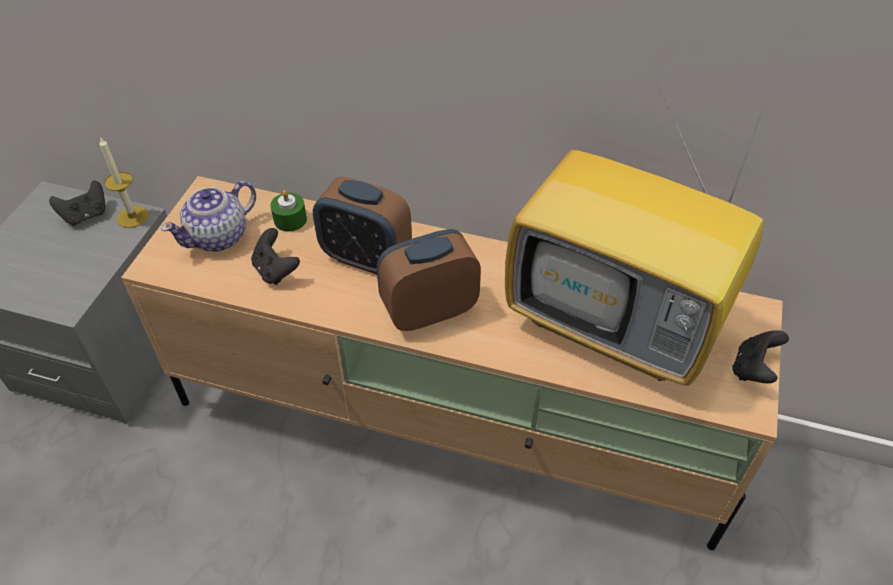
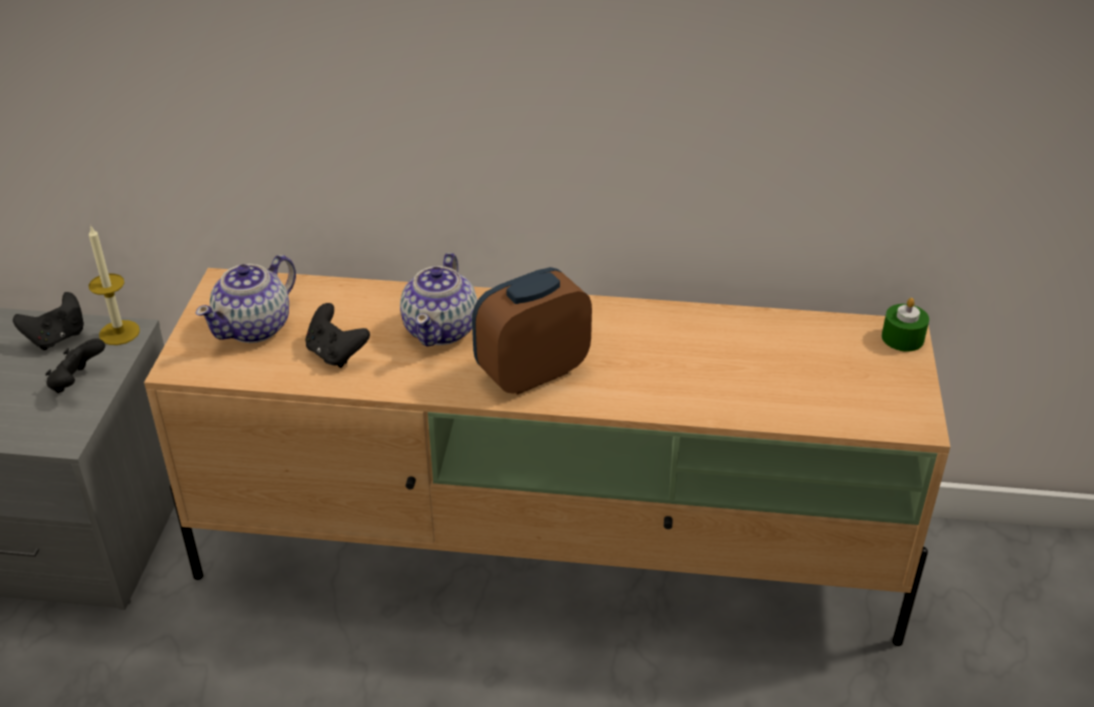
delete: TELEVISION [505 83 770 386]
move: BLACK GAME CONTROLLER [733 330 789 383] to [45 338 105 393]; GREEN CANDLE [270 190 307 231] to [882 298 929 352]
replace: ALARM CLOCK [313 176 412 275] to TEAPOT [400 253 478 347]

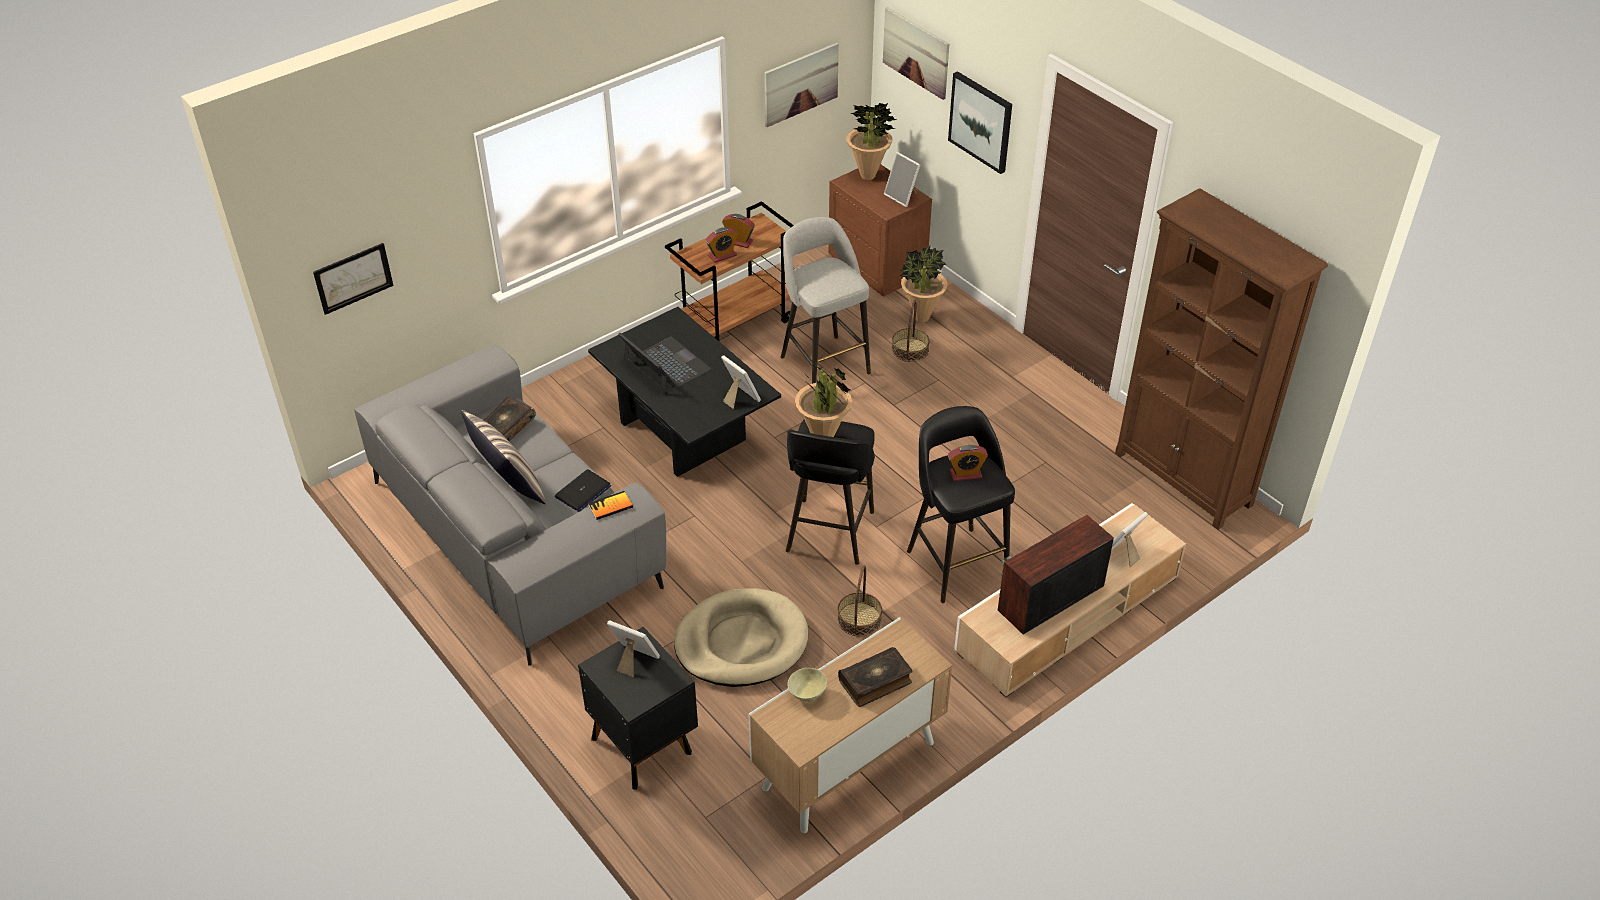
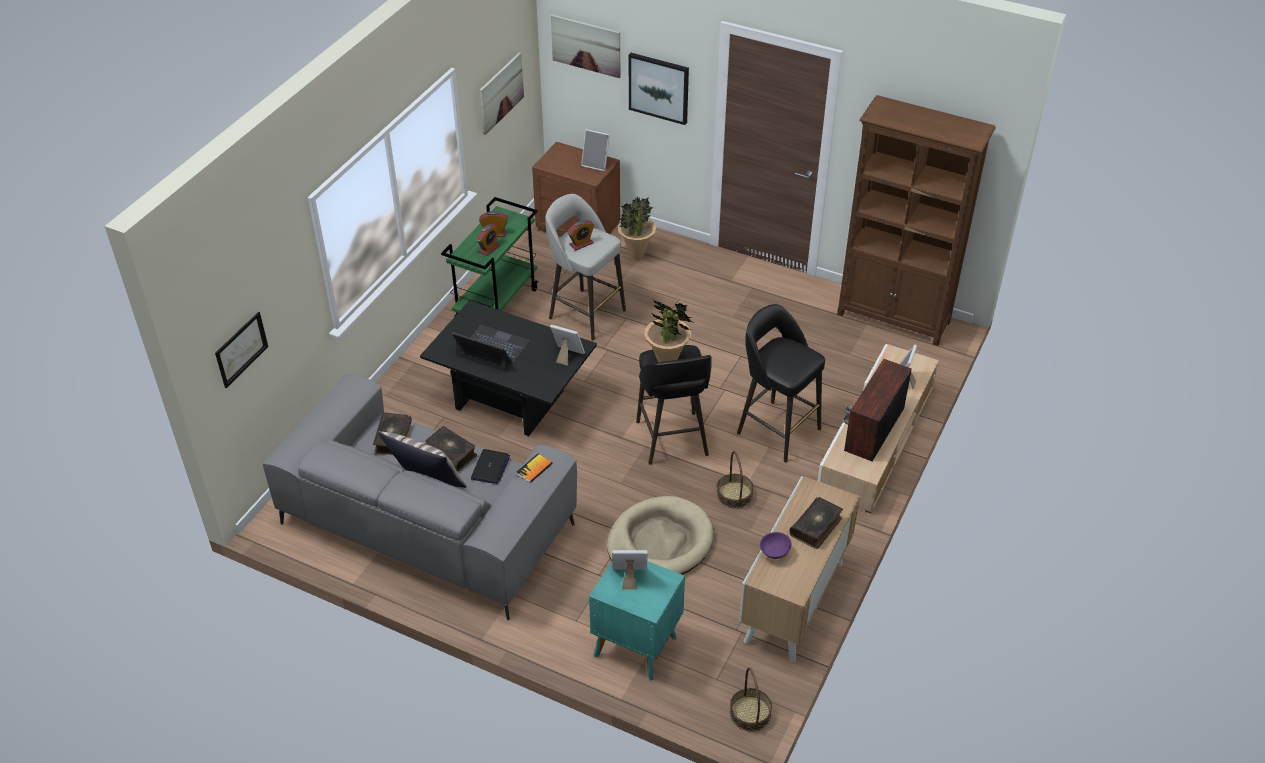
delete: POTTED PLANT [847 103 896 180]
insert: BOOK [425 426 477 471]
move: ALARM CLOCK [948 445 988 481] to [567 220 594 251]; BASKET [892 300 930 362] to [730 667 772 732]
recolor: BROWN CART [665 201 794 341] to GREEN CART [441 197 538 317]; BLACK NIGHTSTAND [578 627 698 790] to TURQUOISE NIGHTSTAND [589 561 685 681]; BEIGE BOWL [787 668 827 702] to PURPLE BOWL [760 532 792 559]

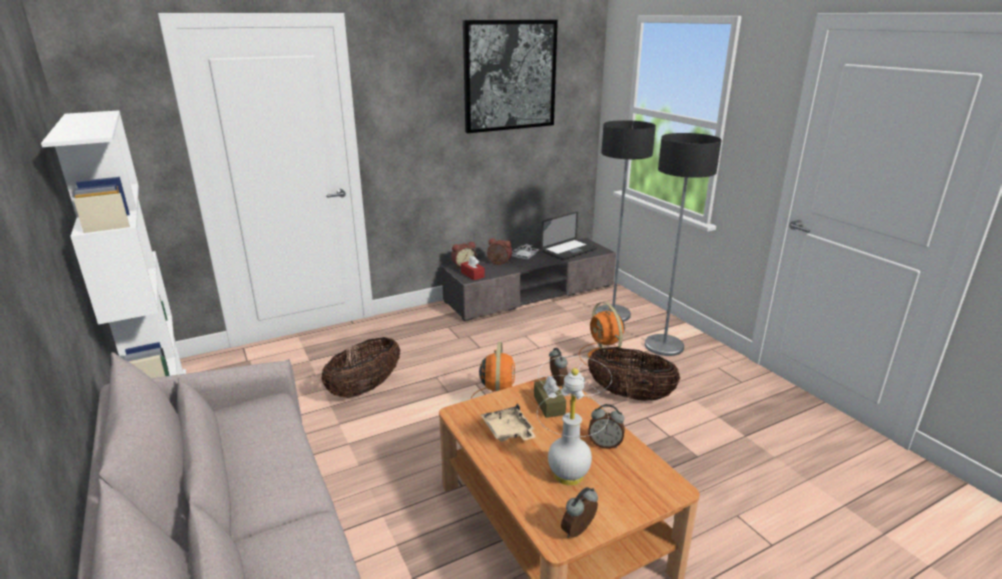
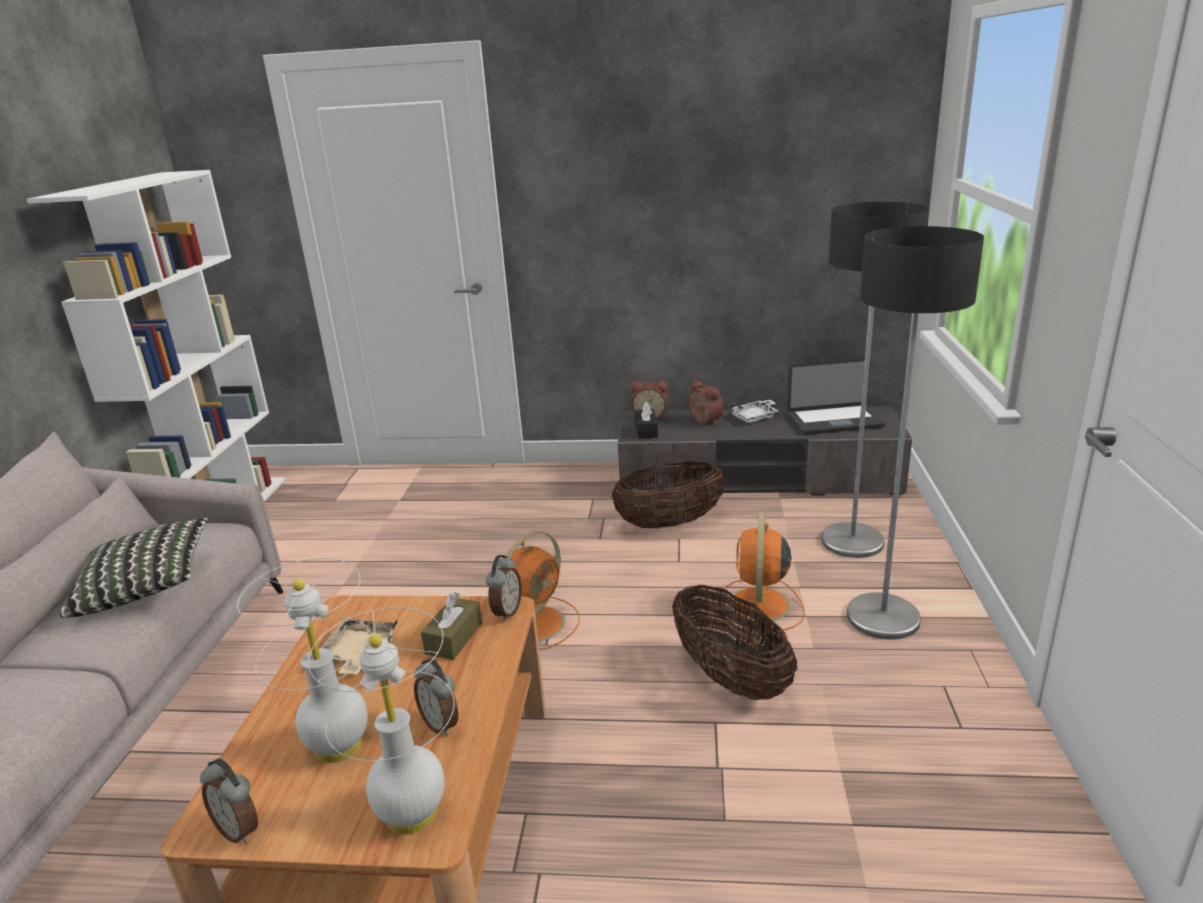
delete: PICTURE [463 20 558 133]
insert: PILLOW [59 518 208 618]; WHITE TABLE LAMP [308 607 454 835]
move: BASKET [322 337 400 398] to [611 462 725 529]
recolor: RED TISSUE BOX [461 256 485 280] to BLACK TISSUE BOX [635 402 658 439]
rotate: ALARM CLOCK [561 487 598 538] = [200 758 258 844] 135 degrees counterclockwise

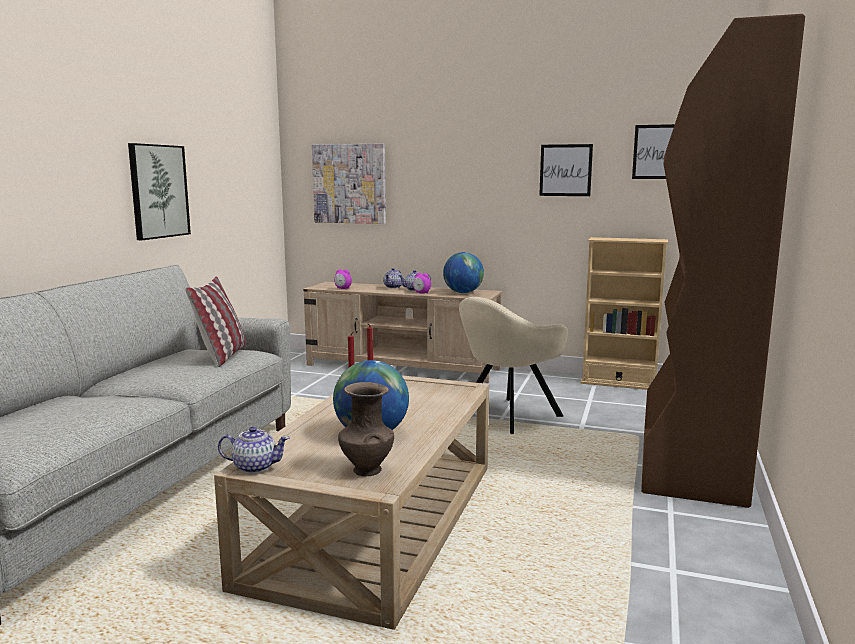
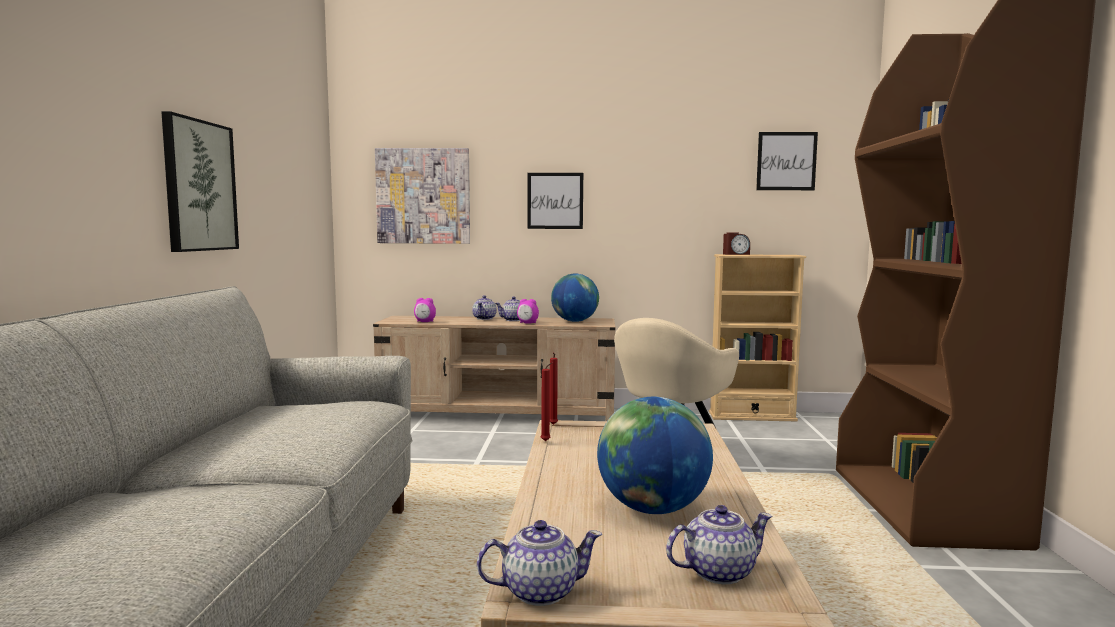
delete: PILLOW [185 276 247 367]
insert: ALARM CLOCK [723 232 750 255]
move: PICTURE [539 144 593 196] to [528 173 583 229]
replace: BROWN VASE [338 382 394 476] to TEAPOT [666 505 772 584]

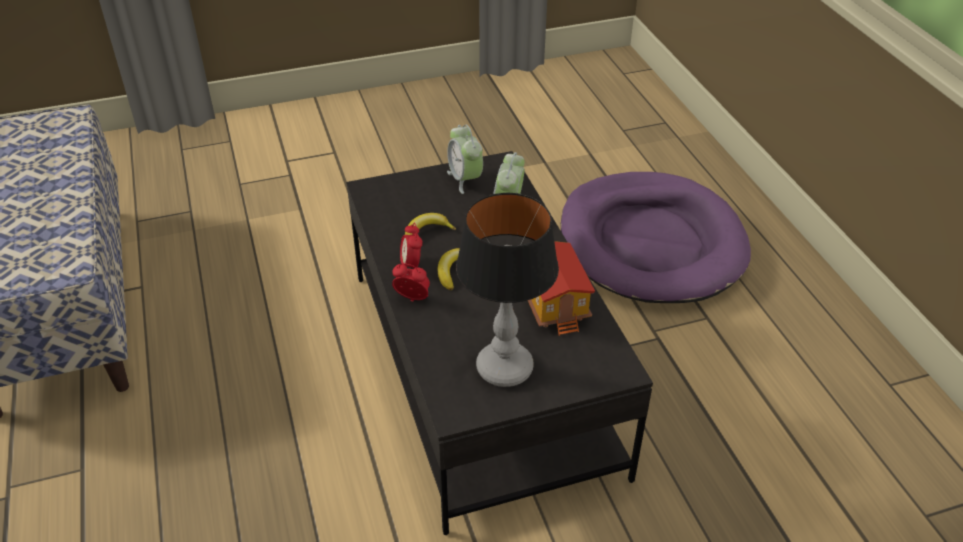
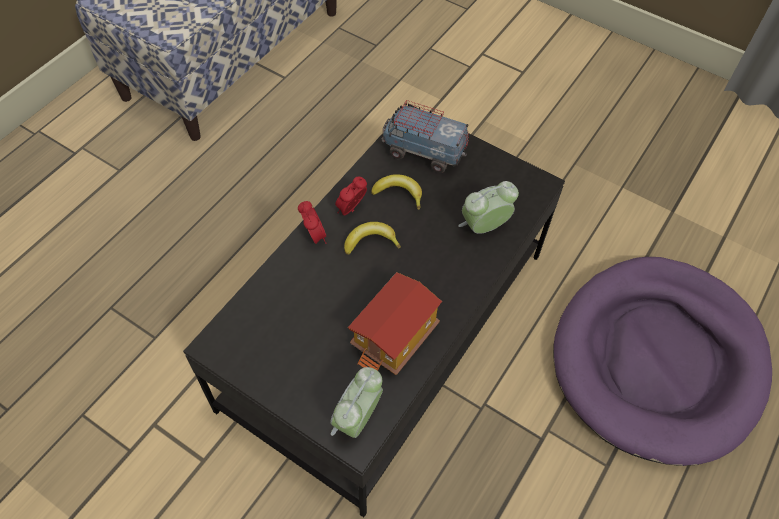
delete: TABLE LAMP [456 192 559 387]
insert: TOY TRUCK [382 100 469 173]
move: ALARM CLOCK [447 125 483 194] to [330 367 383 438]

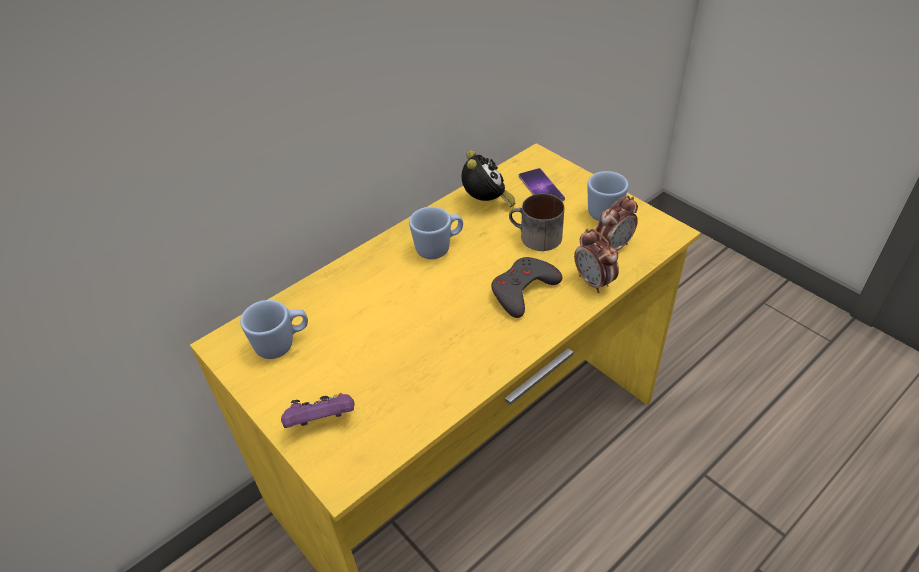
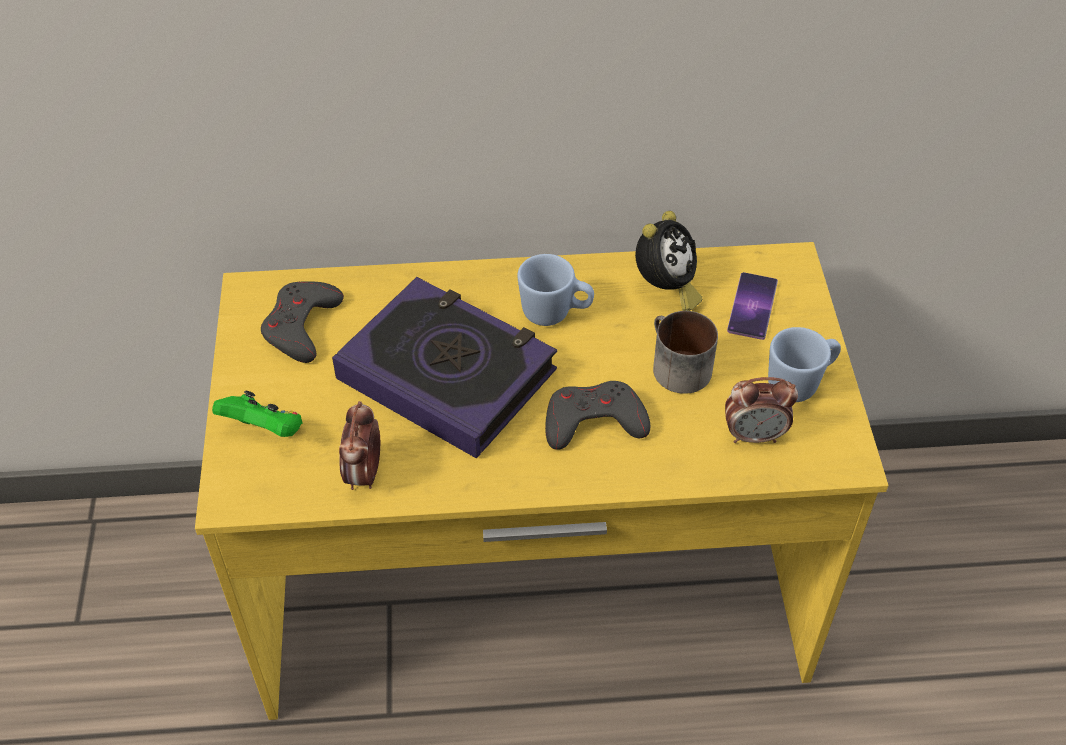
insert: BOOK [332 277 557 458]
move: ALARM CLOCK [574 229 619 293] to [339 401 380 490]
replace: BLUE MUG [240 300 308 359] to GREY GAME CONTROLLER [261 281 344 363]
recolor: PURPLE GAME CONTROLLER [281 393 355 428] to GREEN GAME CONTROLLER [212 391 303 437]

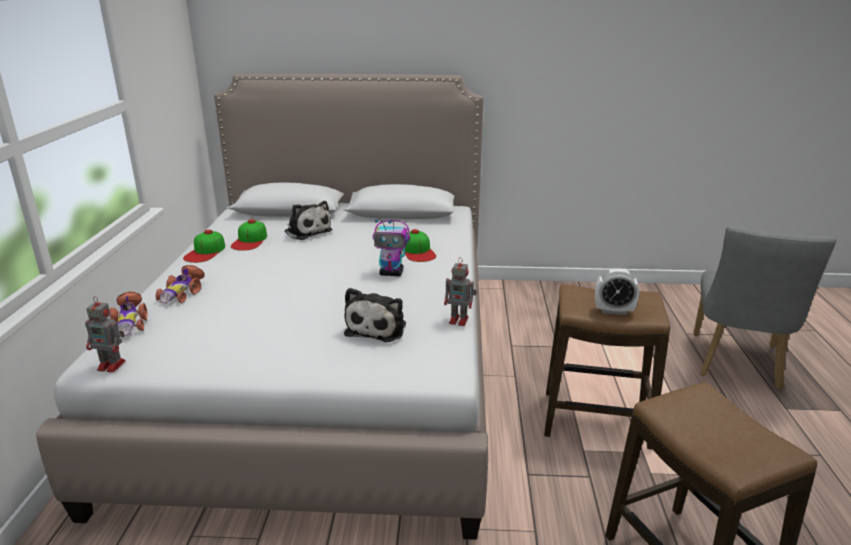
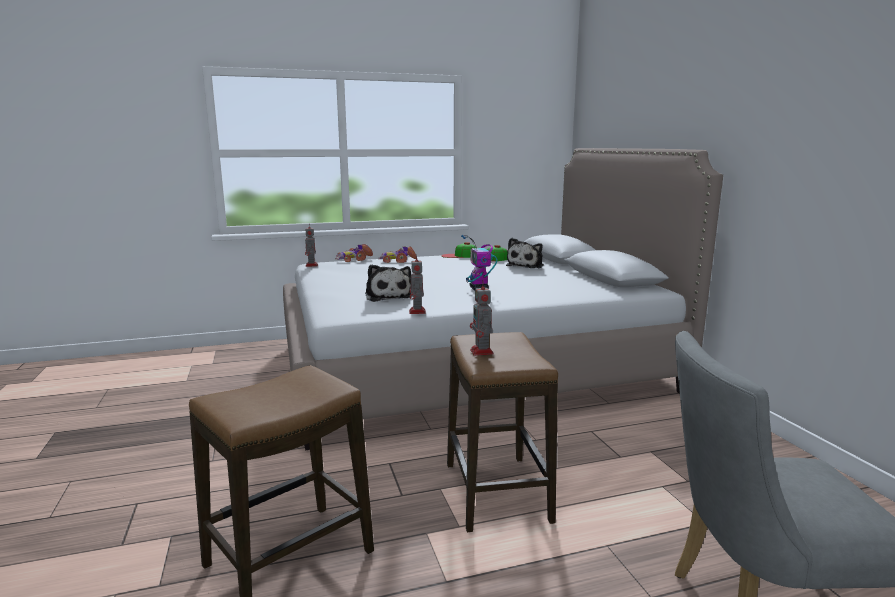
delete: CAP [402 229 436 262]
replace: ALARM CLOCK [595 268 639 315] to TOY ROBOT [470 281 494 356]
rotate: PLUSH TOY [344 288 406 342] = [365 264 411 302] 105 degrees counterclockwise

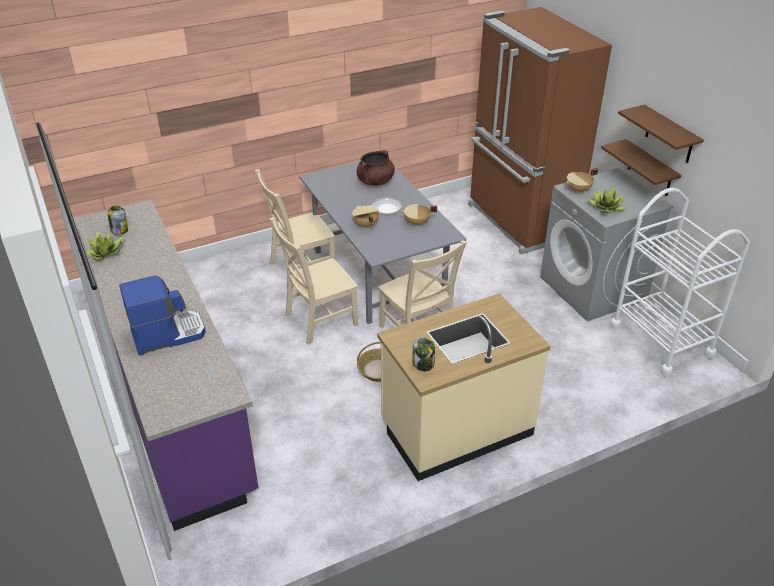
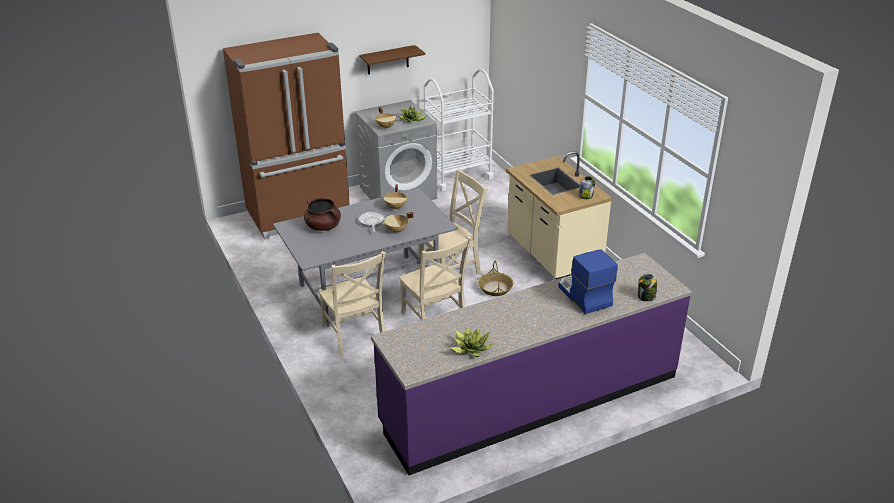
delete: BROWN SHELF [601 139 682 196]
move: JAR [107 206 128 235] to [638 274 657 301]

